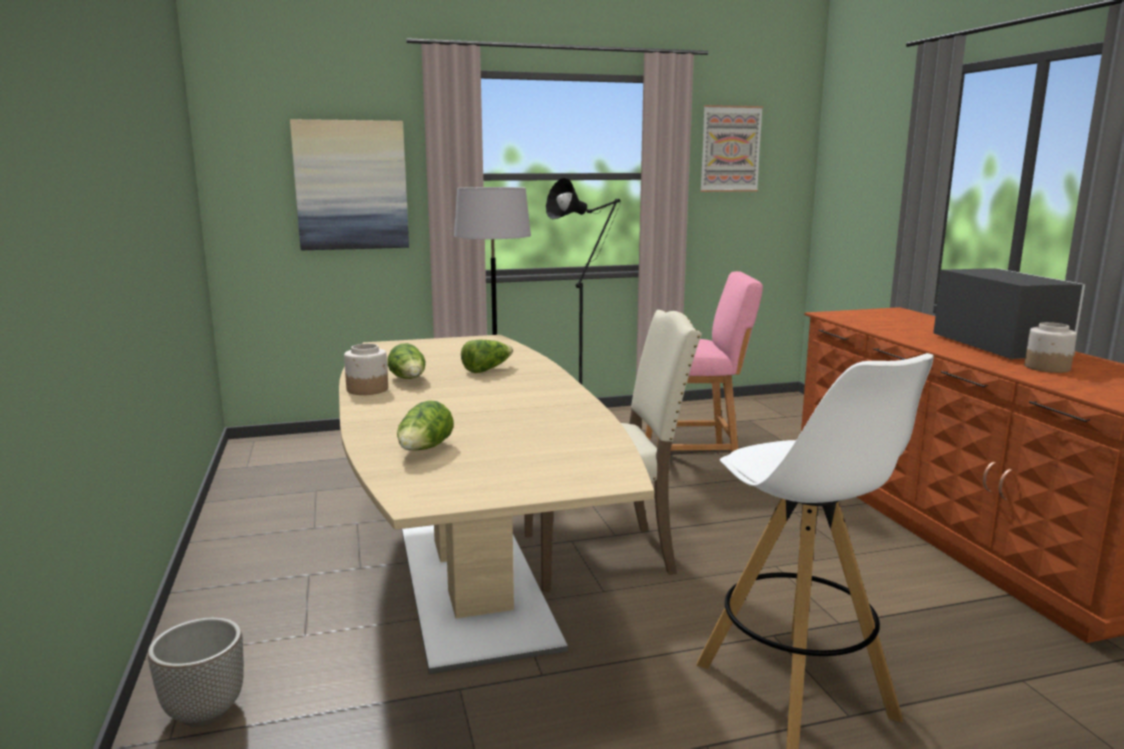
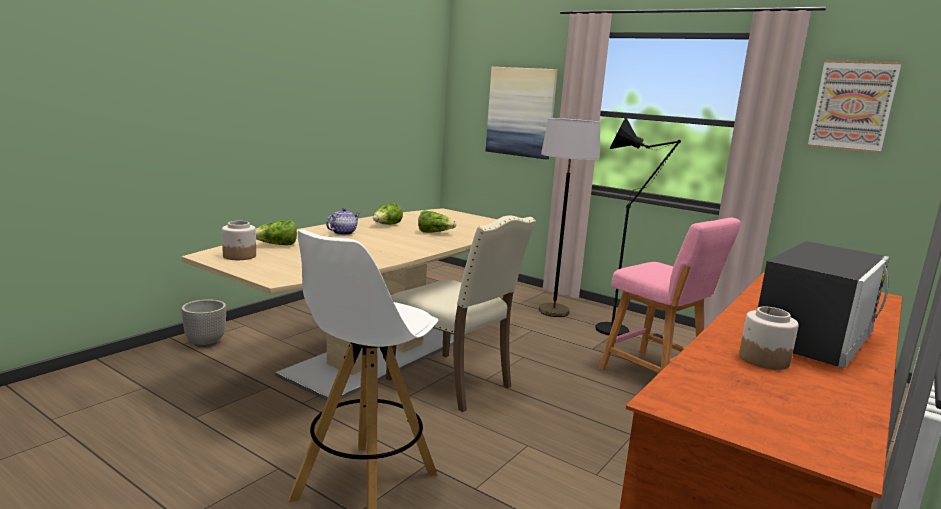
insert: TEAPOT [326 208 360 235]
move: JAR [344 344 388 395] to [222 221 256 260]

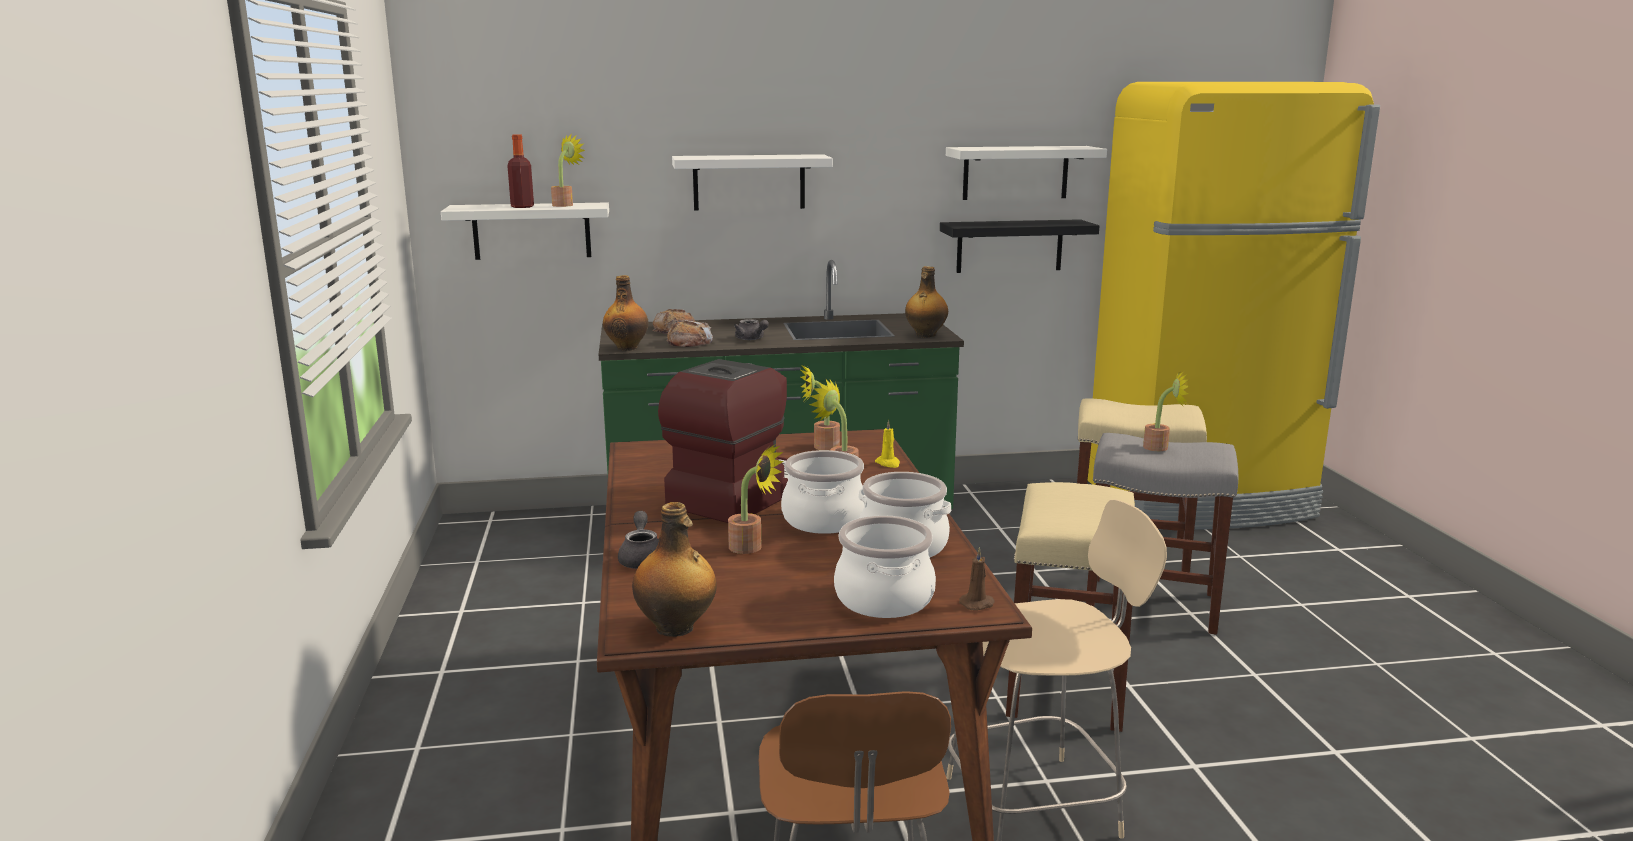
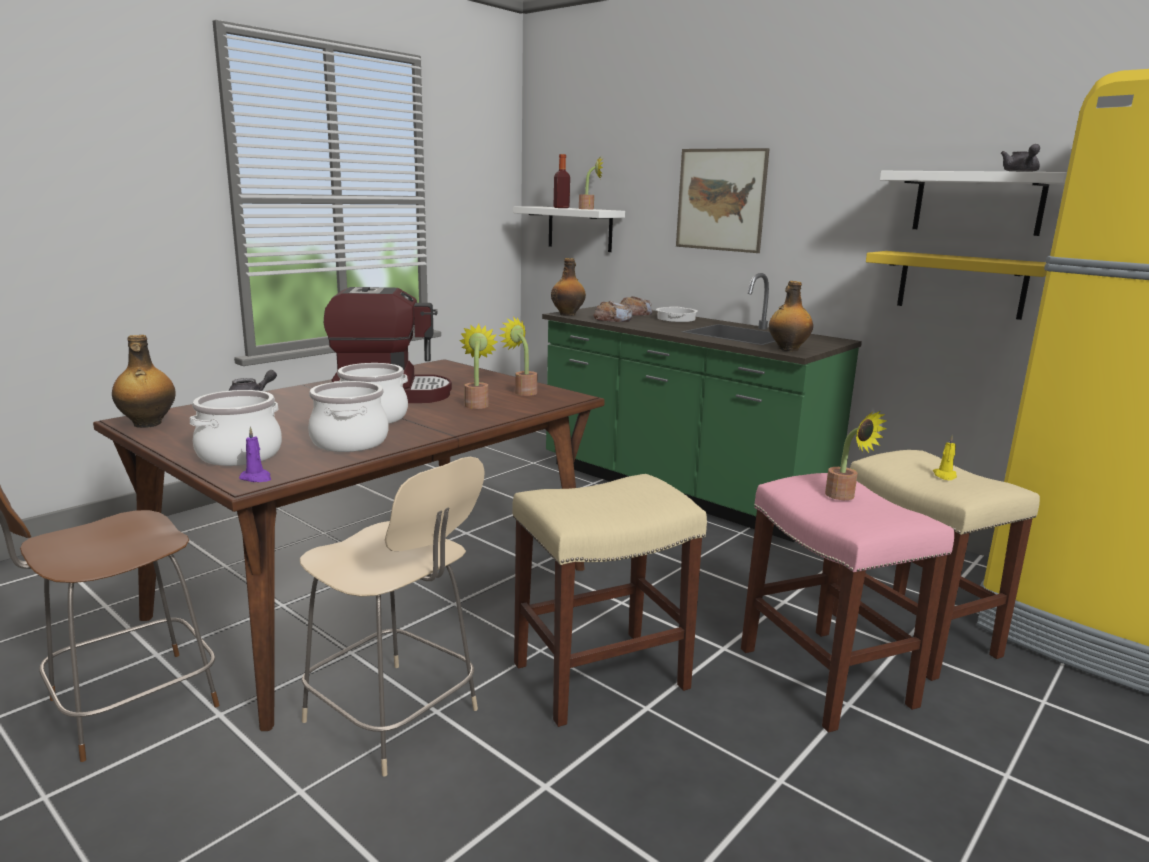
delete: POTTED PLANT [728 444 784 554]
insert: COOKING POT [656 306 698 322]
move: YELLOW CANDLE [875 420 900 468] to [933 435 957 480]; GREY TEAPOT [734 319 769 340] to [1001 144 1040 172]
replace: WHITE SHELF [672 154 833 211] to PICTURE [676 148 770 253]
recolor: BROWN CANDLE [959 547 995 610] to PURPLE CANDLE [239 427 271 482]; GREY STOOL [1086 433 1238 635] to PINK STOOL [741 473 954 733]; BLACK SHELF [940 219 1099 273] to YELLOW SHELF [866 251 1047 320]

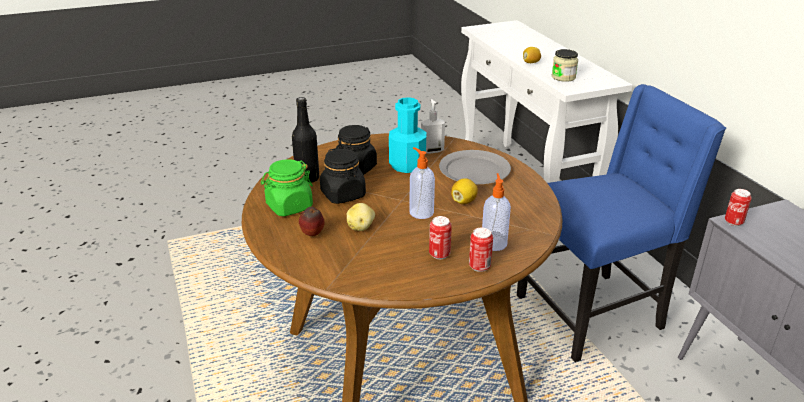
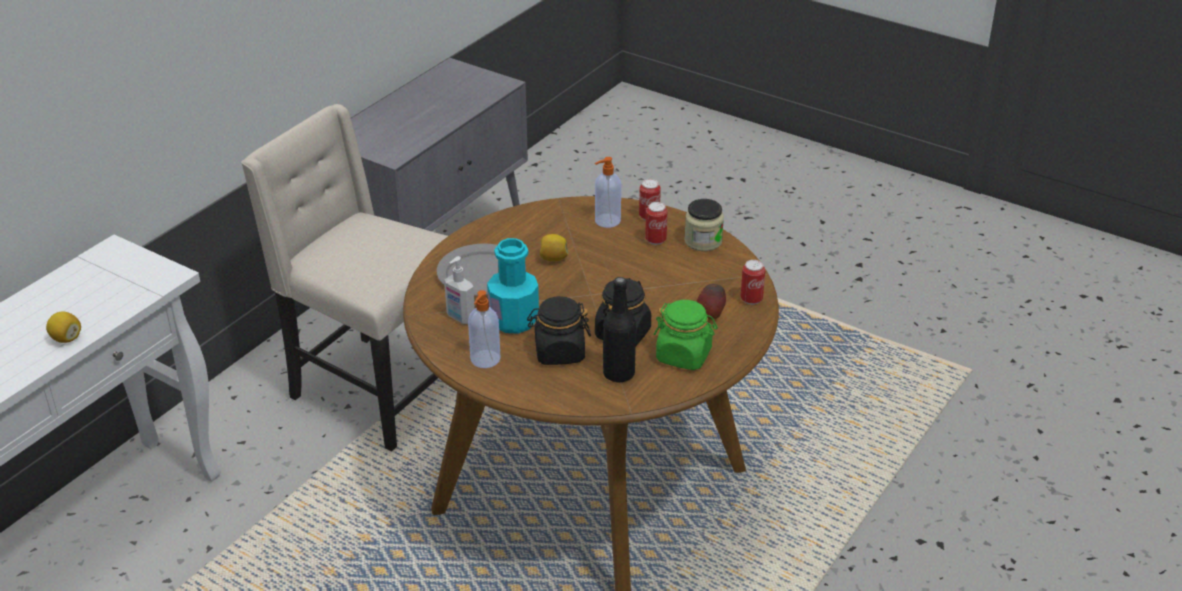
delete: POTATO [347 203 375 231]
move: SOAP DISPENSER [410 147 435 219] to [468 290 501 368]; JAR [552 49 578 82] to [684 199 724 251]; CAN [725 189 752 226] to [740 260 765 305]
recolor: BLUE CHAIR [517 84 726 362] to BEIGE CHAIR [241 104 448 451]

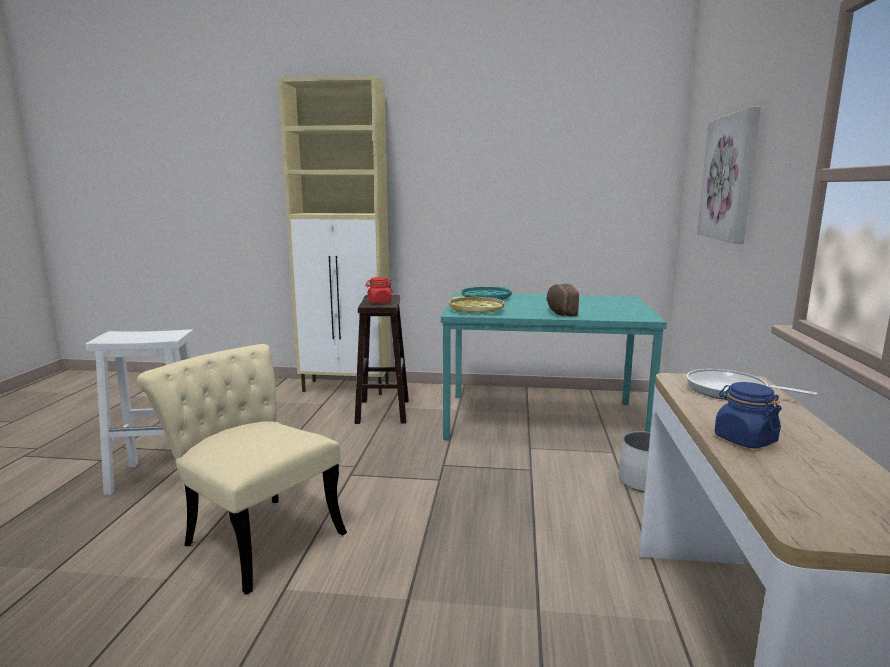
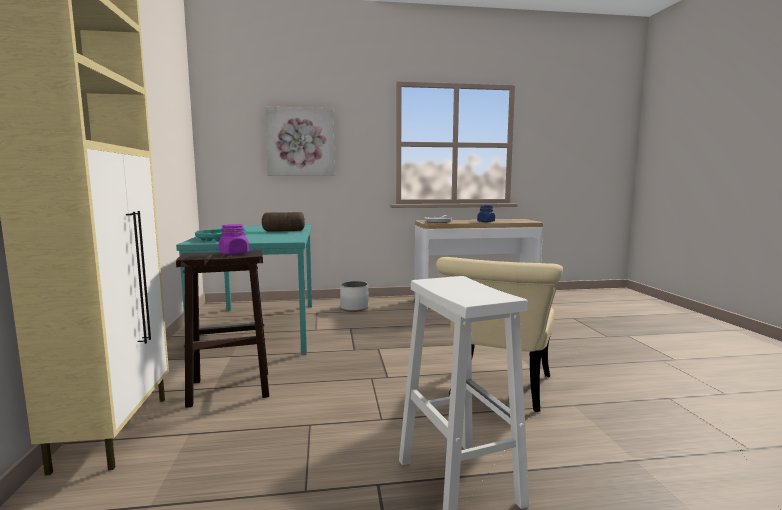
delete: YELLOW TRAY [449 297 504 314]
recolor: RED JAR [365 277 393 304] to PURPLE JAR [219 224 249 255]

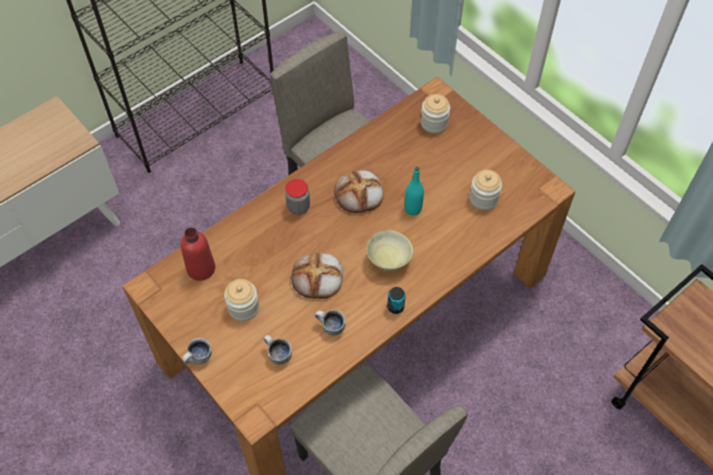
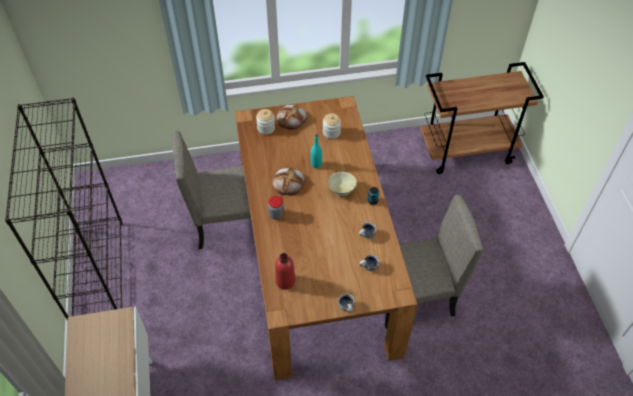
delete: JAR [224 279 259 321]
move: BREAD [291 252 343 299] to [277 105 307 130]

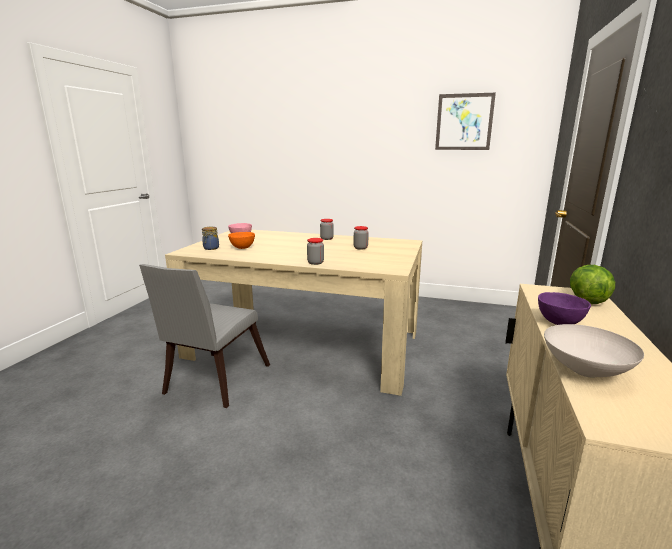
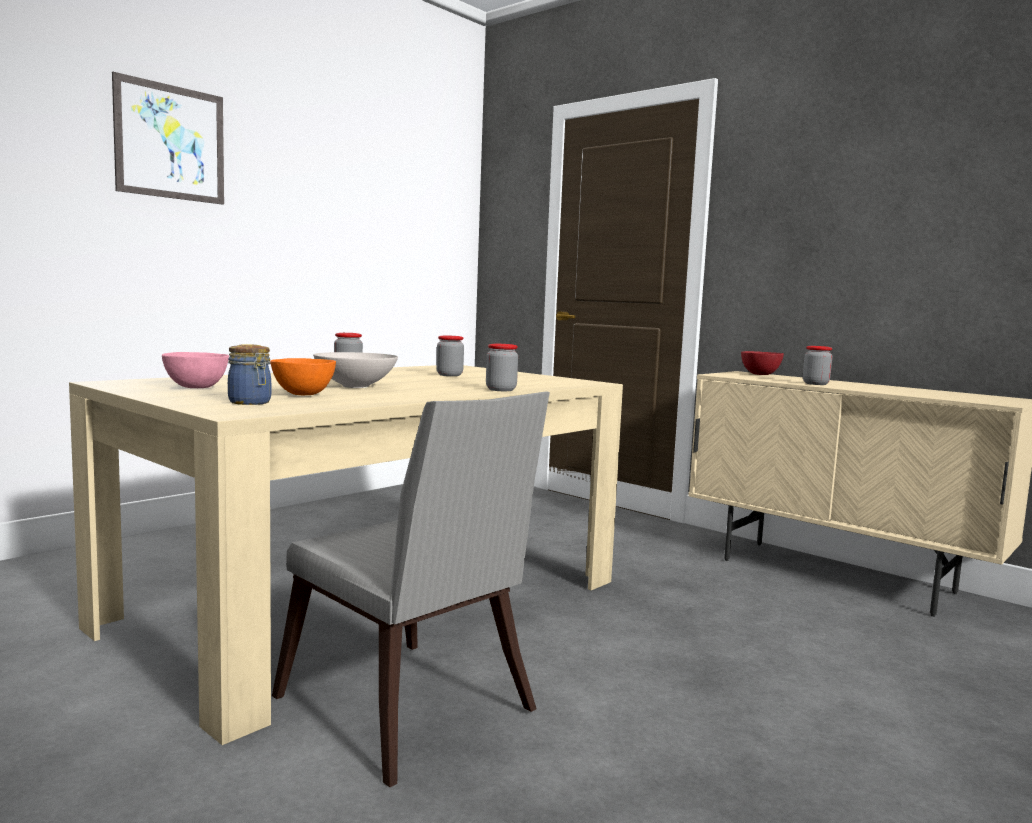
move: PICTURE [435 93 496 150] to [112 72 224 205]; WHITE BOWL [544 324 644 378] to [313 352 398 388]
replace: LETTUCE [570 265 615 304] to RED BOWL [741 351 784 375]; PURPLE BOWL [538 292 591 325] to JAR [803 346 832 385]

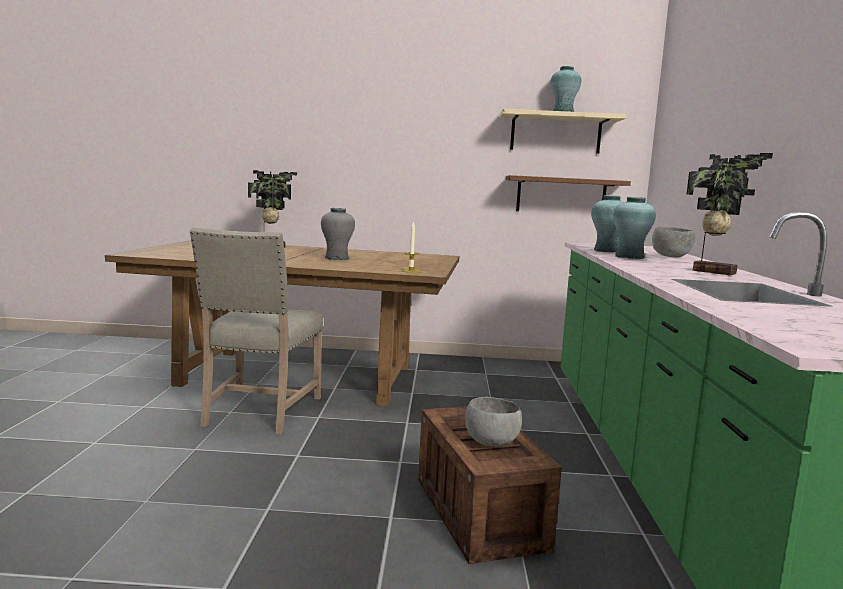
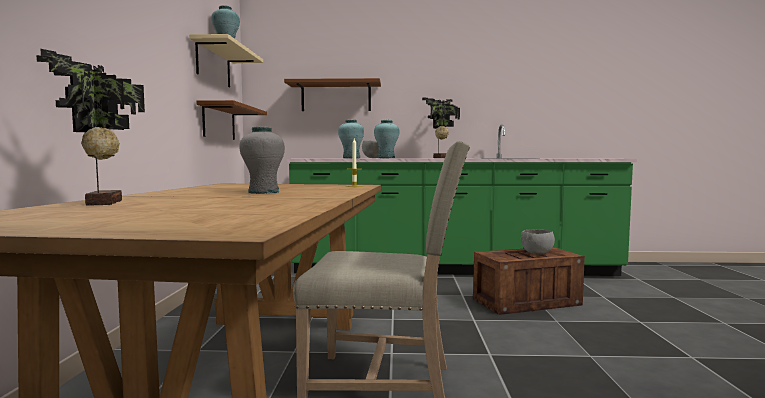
insert: BROWN SHELF [284 78 381 111]

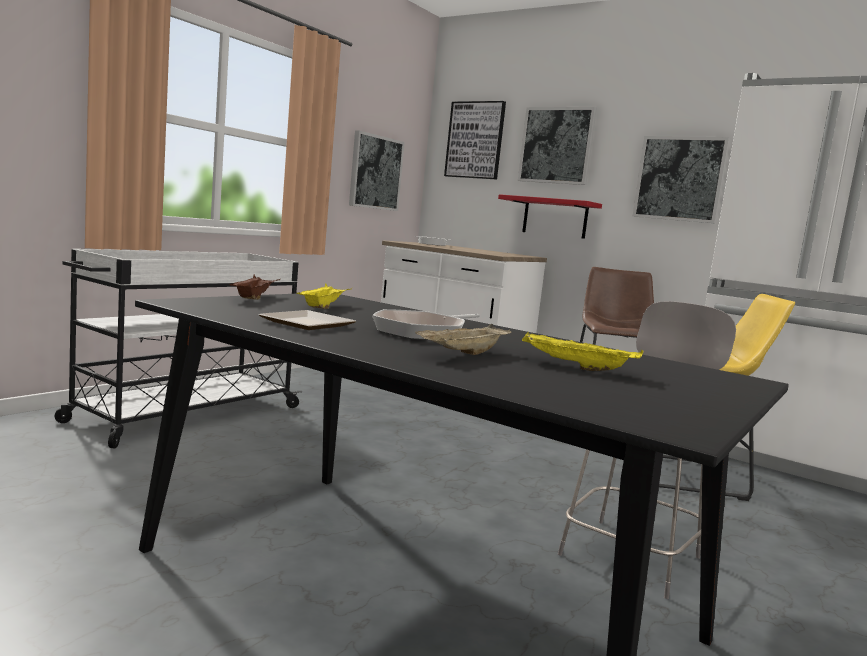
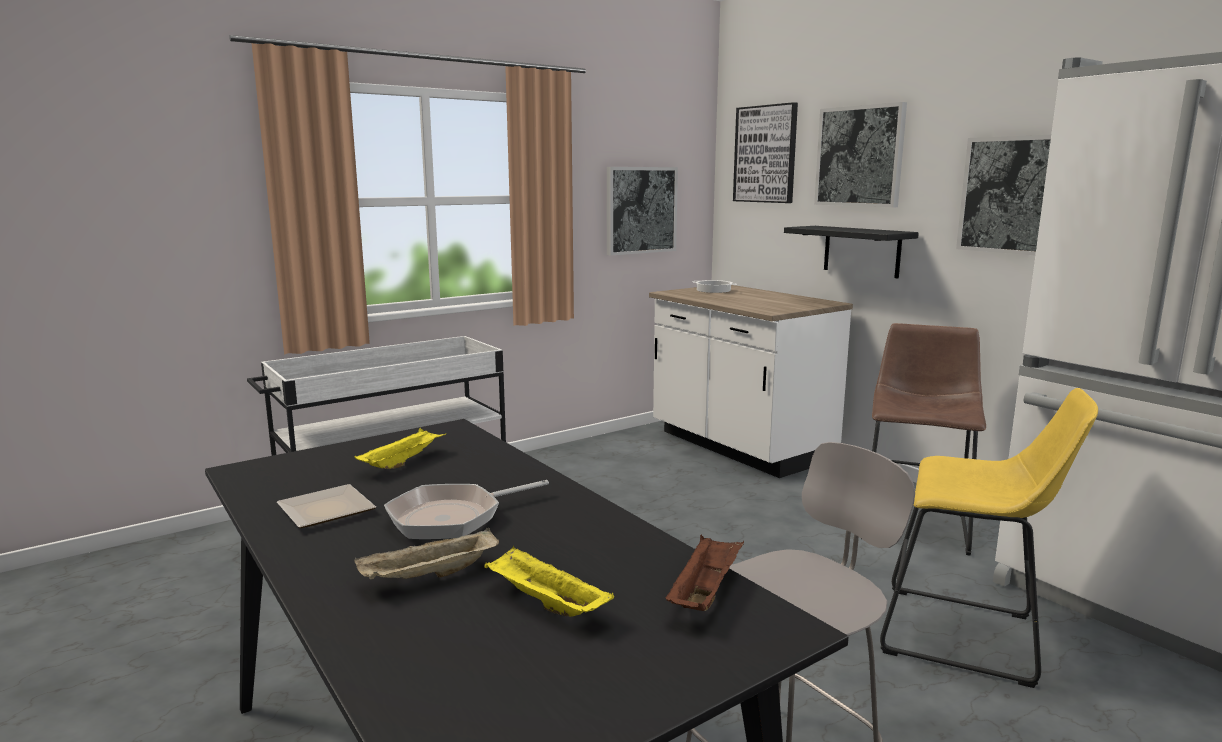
move: BROWN TRAY [229 274 281 300] to [665 535 744 611]
recolor: RED SHELF [498 194 602 239] to BLACK SHELF [784 226 919 279]

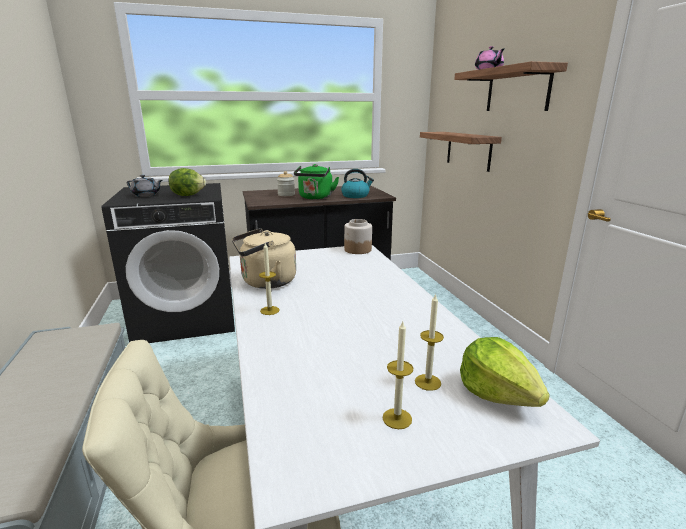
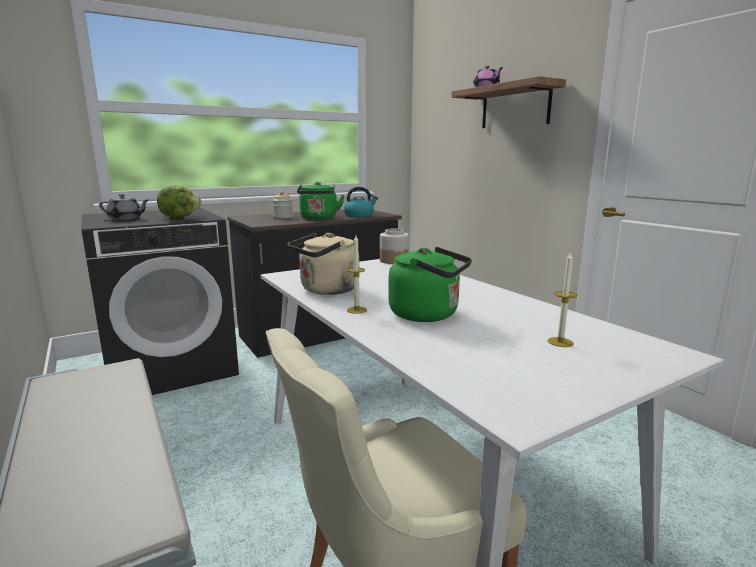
delete: CANDLE [383 322 413 429]; SHELF [420 132 502 172]; LETTUCE [460 337 550 407]
insert: GREEN KETTLE [388 247 472 322]

